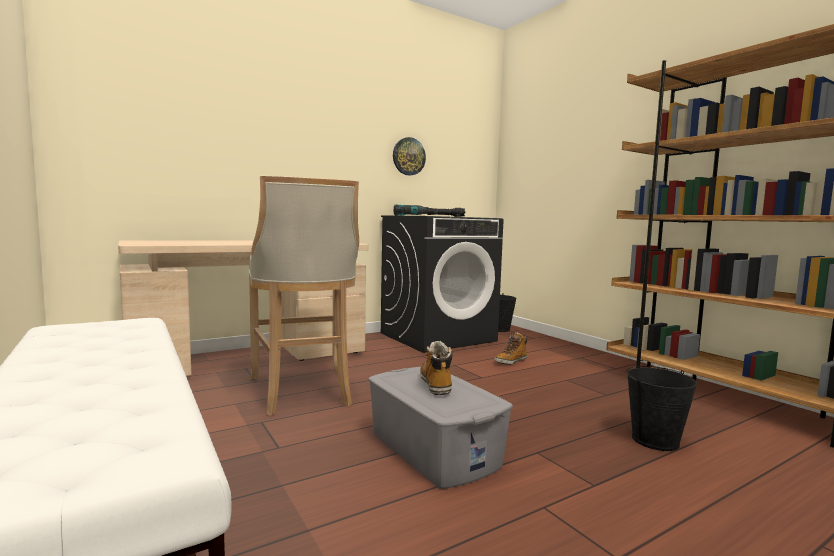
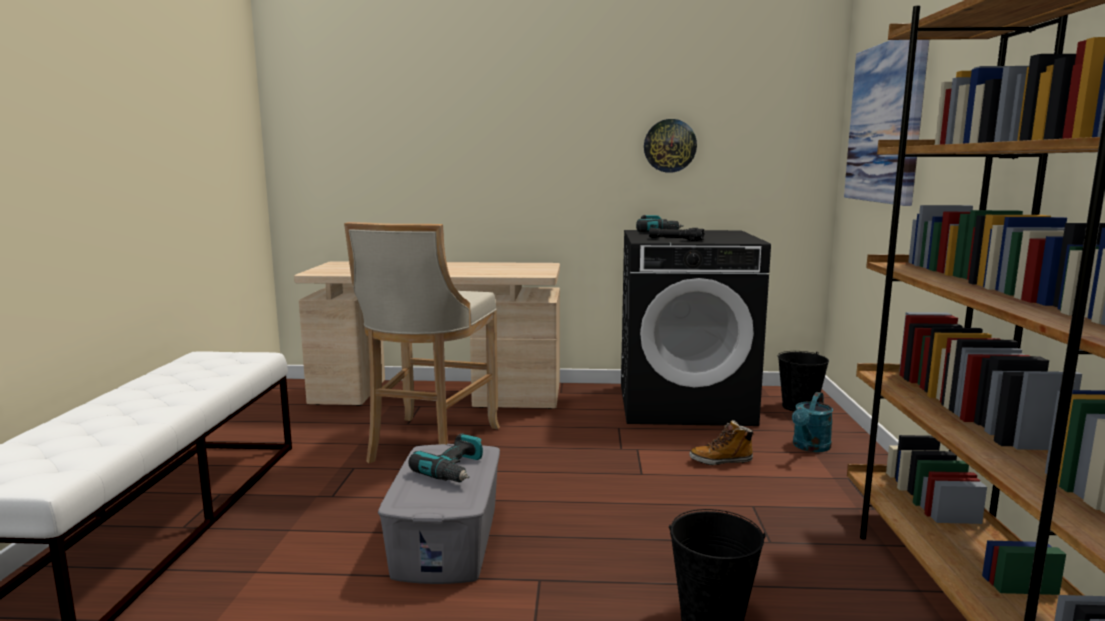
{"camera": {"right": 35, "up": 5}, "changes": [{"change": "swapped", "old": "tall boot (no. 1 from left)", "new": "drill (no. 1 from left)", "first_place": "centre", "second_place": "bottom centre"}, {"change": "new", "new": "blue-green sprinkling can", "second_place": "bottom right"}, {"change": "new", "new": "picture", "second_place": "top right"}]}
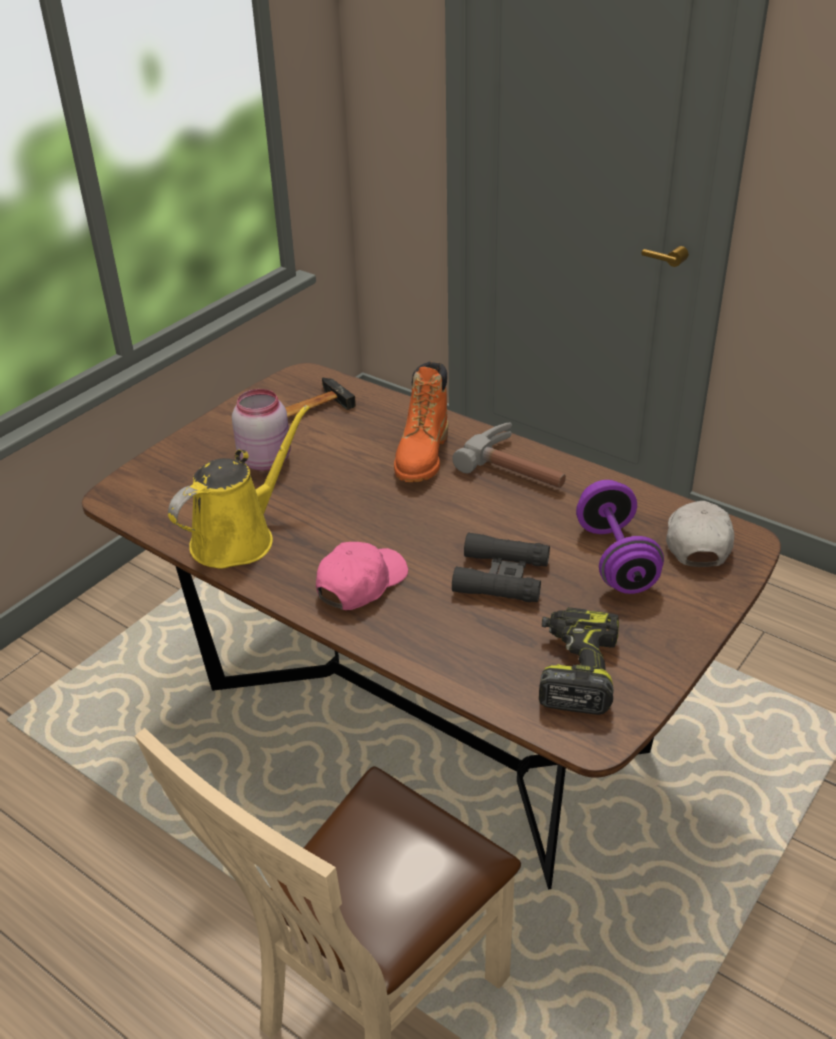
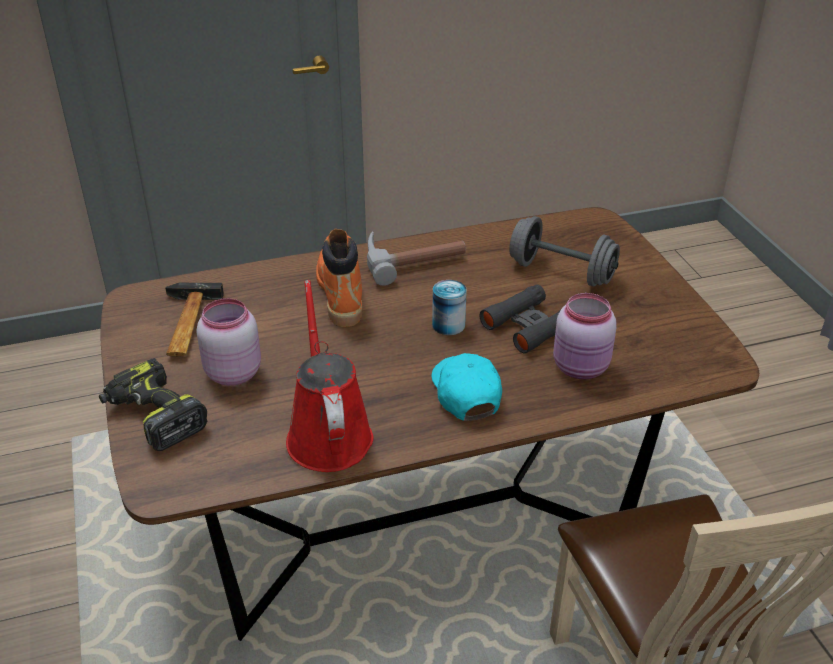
{"camera": {"right": -55, "up": 0}, "changes": [{"change": "repainted", "old": "yellowish sprinkling can", "new": "red-coloured sprinkling can", "first_place": "middle left", "second_place": "centre"}, {"change": "repainted", "old": "pink-coloured baseball cap", "new": "blue-green baseball cap", "first_place": "centre", "second_place": "centre"}, {"change": "rotated", "old": "orange-coloured tall boot", "first_place": "centre", "second_place": "centre", "degrees": -150}, {"change": "shifted", "old": "drill", "first_place": "middle right", "second_place": "middle left"}, {"change": "repainted", "old": "purple-coloured dumbbell", "new": "gray dumbbell", "first_place": "middle right", "second_place": "middle right"}, {"change": "gone", "old": "whitish baseball cap", "first_place": "middle right"}, {"change": "new", "new": "sealed can", "second_place": "centre"}, {"change": "new", "new": "pink-coloured storage jar (no. 2 from left)", "second_place": "middle right"}]}
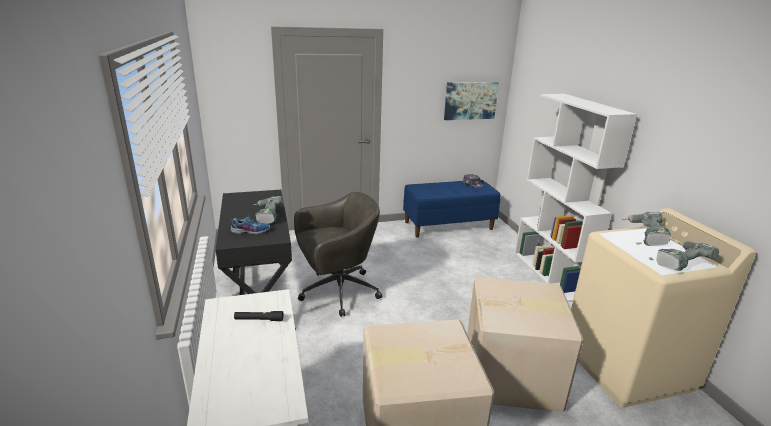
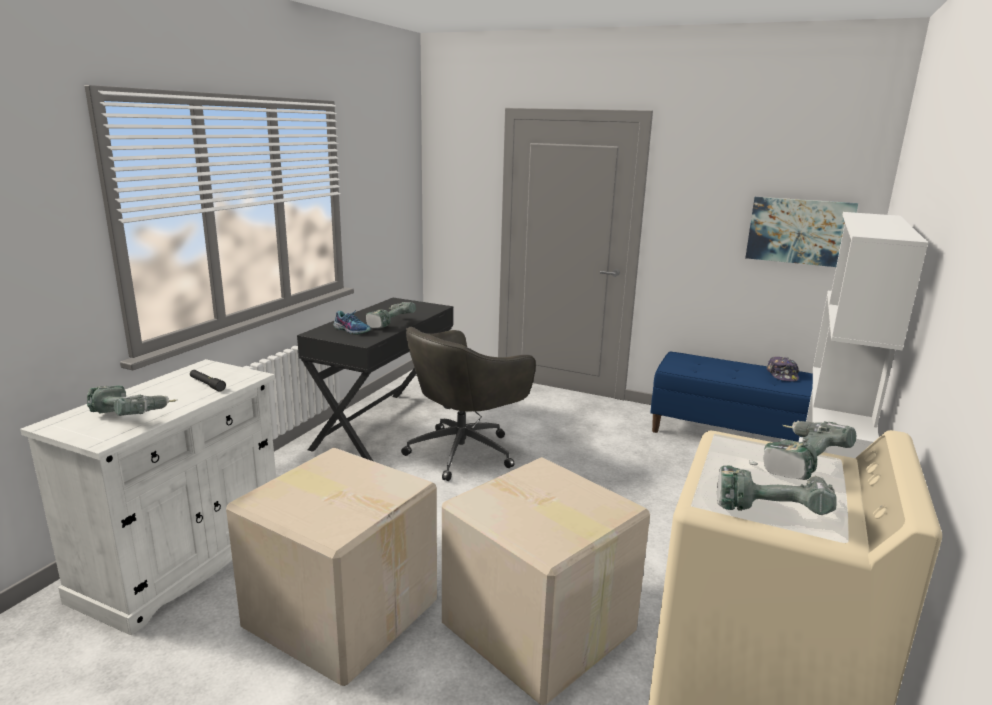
{"camera": {"right": 40, "up": -5}, "changes": [{"change": "rotated", "old": "gray computer chair", "first_place": "centre", "second_place": "centre", "degrees": 120}, {"change": "new", "new": "drill (no. 1 from left)", "second_place": "middle left"}]}
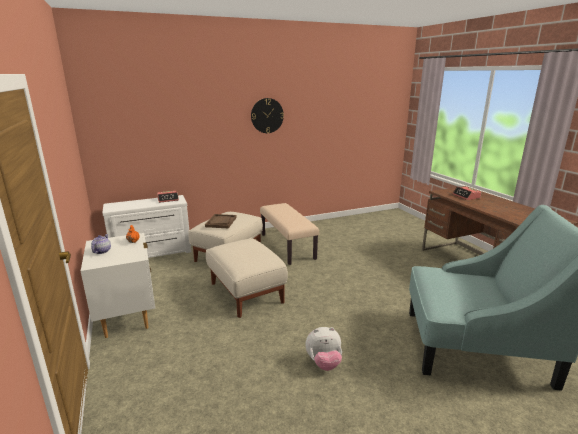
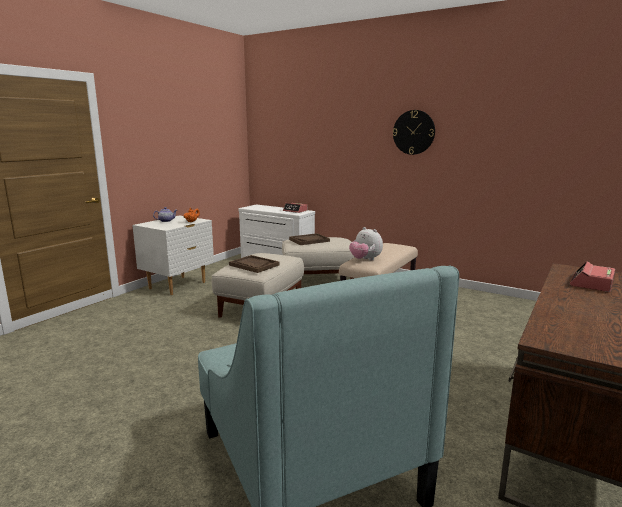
{"camera": {"right": 55, "up": -5}, "changes": [{"change": "shifted", "old": "plush toy", "first_place": "bottom centre", "second_place": "centre"}, {"change": "new", "new": "brown tray (no. 1 from left)", "second_place": "centre"}]}
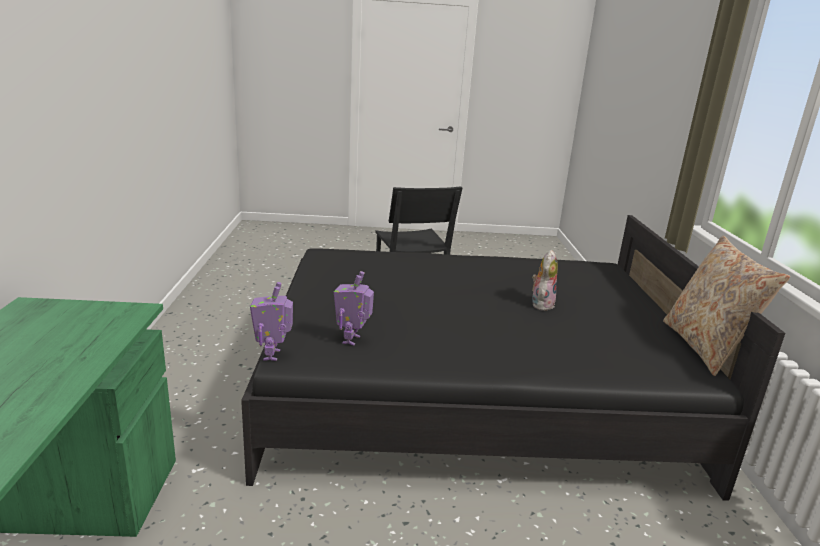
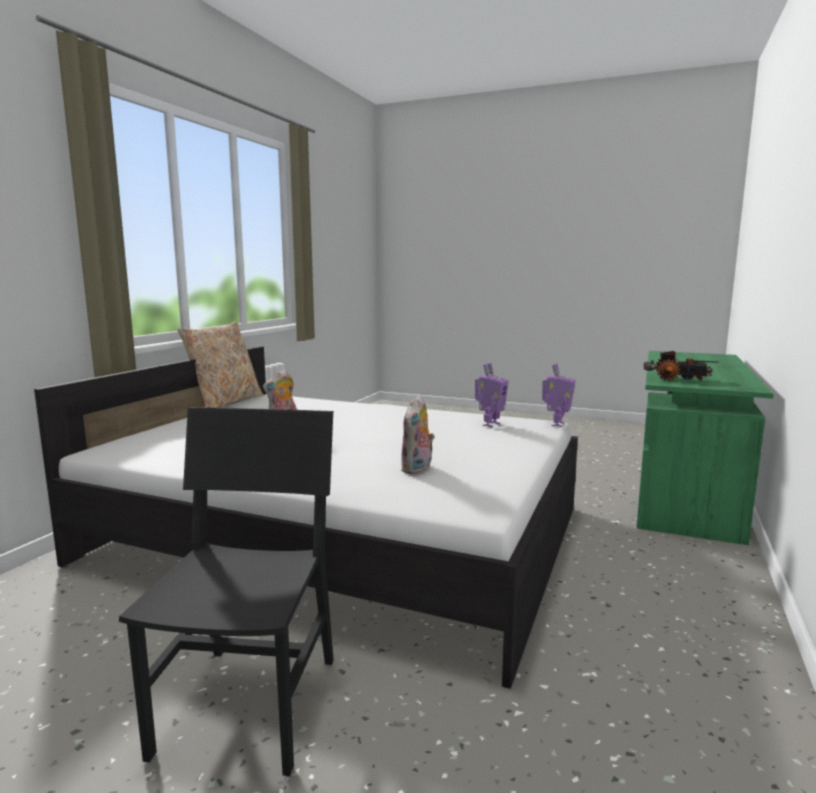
{"camera": {"right": -155, "up": -10}, "changes": [{"change": "repainted", "old": "black bed", "new": "whitish bed", "first_place": "centre", "second_place": "centre"}, {"change": "new", "new": "plush toy (no. 2 from left)", "second_place": "centre"}, {"change": "new", "new": "model truck", "second_place": "middle right"}]}
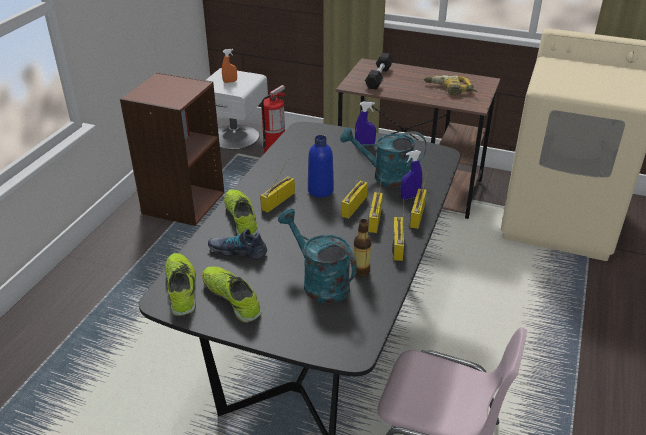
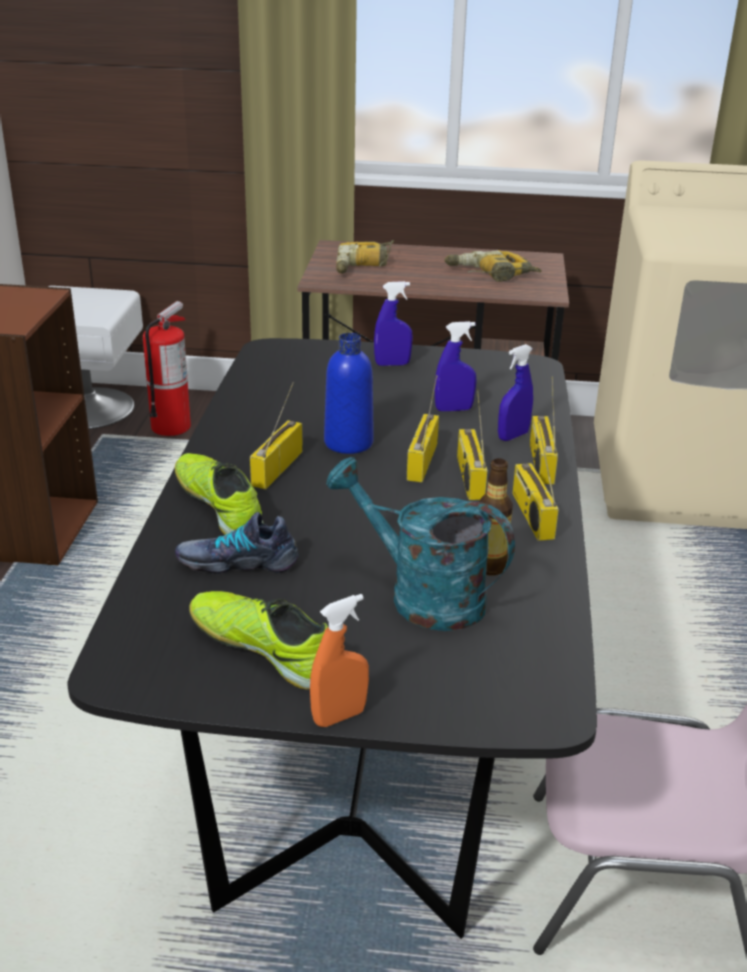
{"camera": {"right": -15, "up": -5}, "changes": [{"change": "gone", "old": "low shoe (no. 1 from left)", "first_place": "middle left"}, {"change": "shifted", "old": "orange-coloured hand sprayer", "first_place": "top centre", "second_place": "bottom centre"}, {"change": "swapped", "old": "blue-green sprinkling can (no. 2 from left)", "new": "blue hand sprayer (no. 2 from left)", "first_place": "centre", "second_place": "centre"}, {"change": "swapped", "old": "black dumbbell", "new": "drill (no. 1 from left)", "first_place": "top centre", "second_place": "top centre"}]}
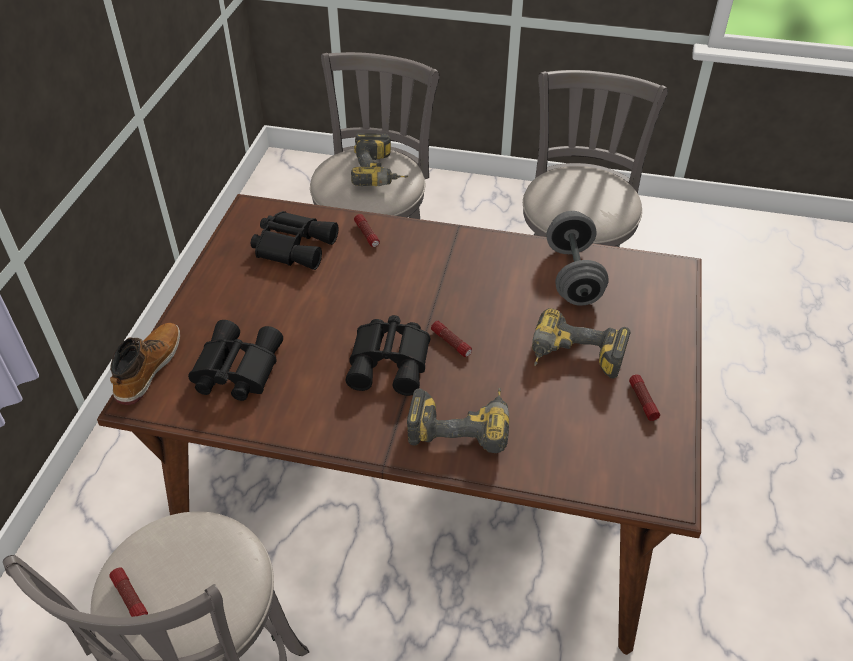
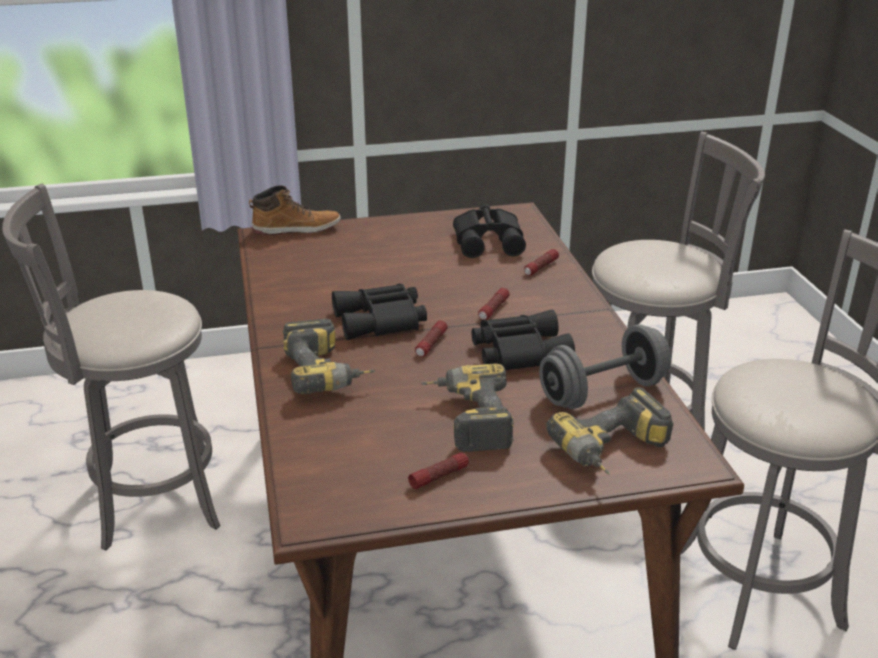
{"camera": {"right": 65, "up": -15}, "changes": [{"change": "shifted", "old": "torch (no. 1 from left in the first image)", "new": "torch (no. 3 from left)", "first_place": "bottom left", "second_place": "centre"}, {"change": "shifted", "old": "black pair of binoculars (no. 1 from left in the first image)", "new": "black pair of binoculars (no. 3 from left)", "first_place": "middle left", "second_place": "centre"}, {"change": "shifted", "old": "drill (no. 1 from left in the first image)", "new": "drill (no. 3 from left)", "first_place": "top centre", "second_place": "middle right"}]}
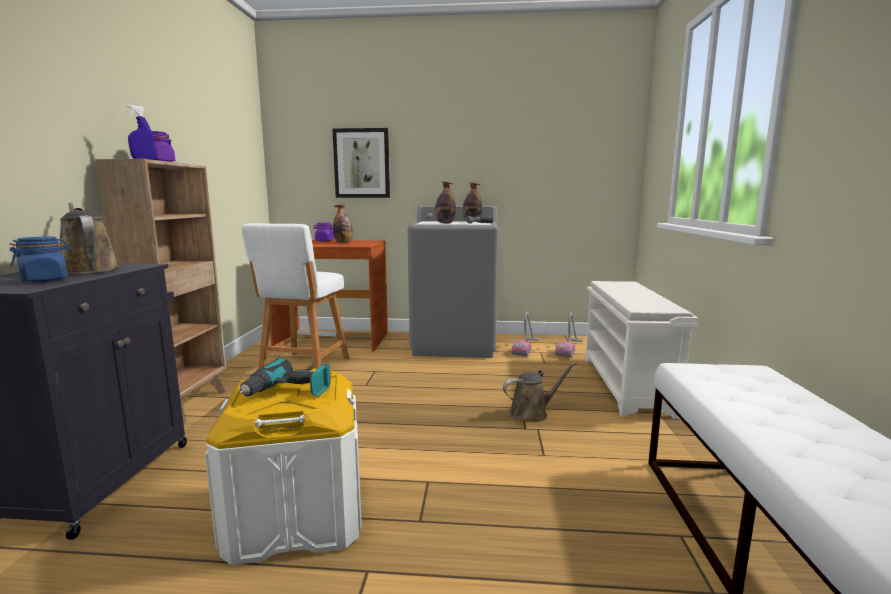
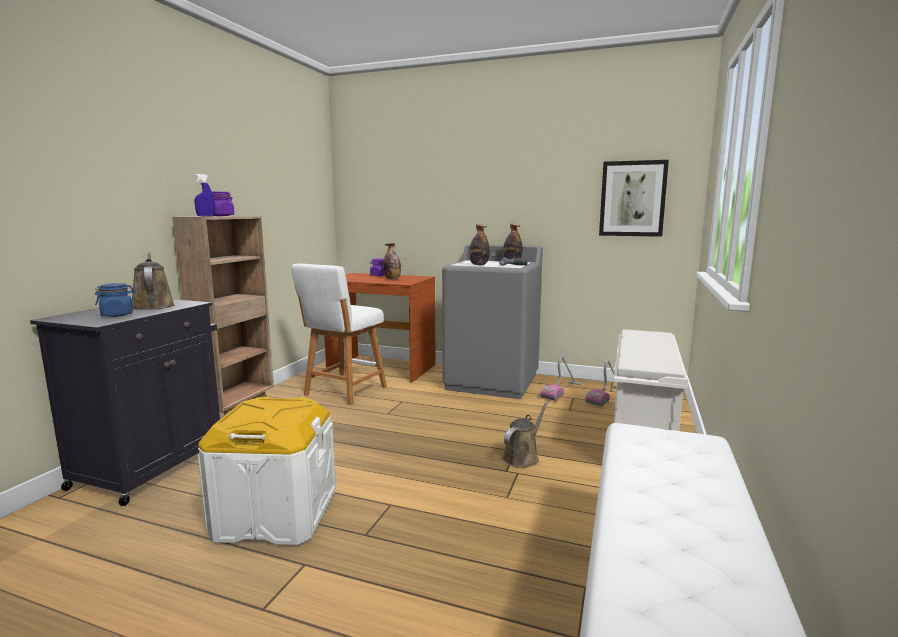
{"camera": {"right": 15, "up": 0}, "changes": [{"change": "gone", "old": "drill (no. 1 from left)", "first_place": "middle left"}, {"change": "shifted", "old": "picture", "first_place": "top centre", "second_place": "top right"}, {"change": "rotated", "old": "brown sprinkling can (no. 2 from left)", "first_place": "centre", "second_place": "bottom centre", "degrees": -45}]}
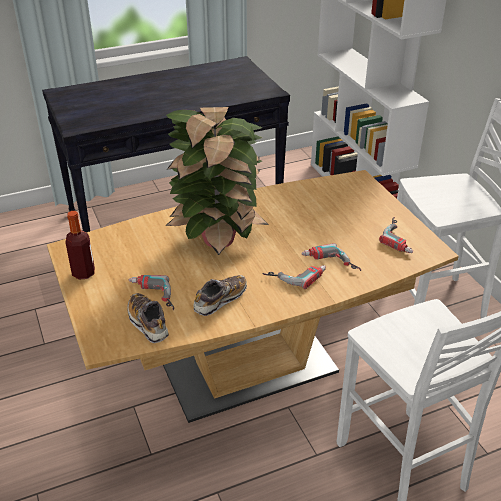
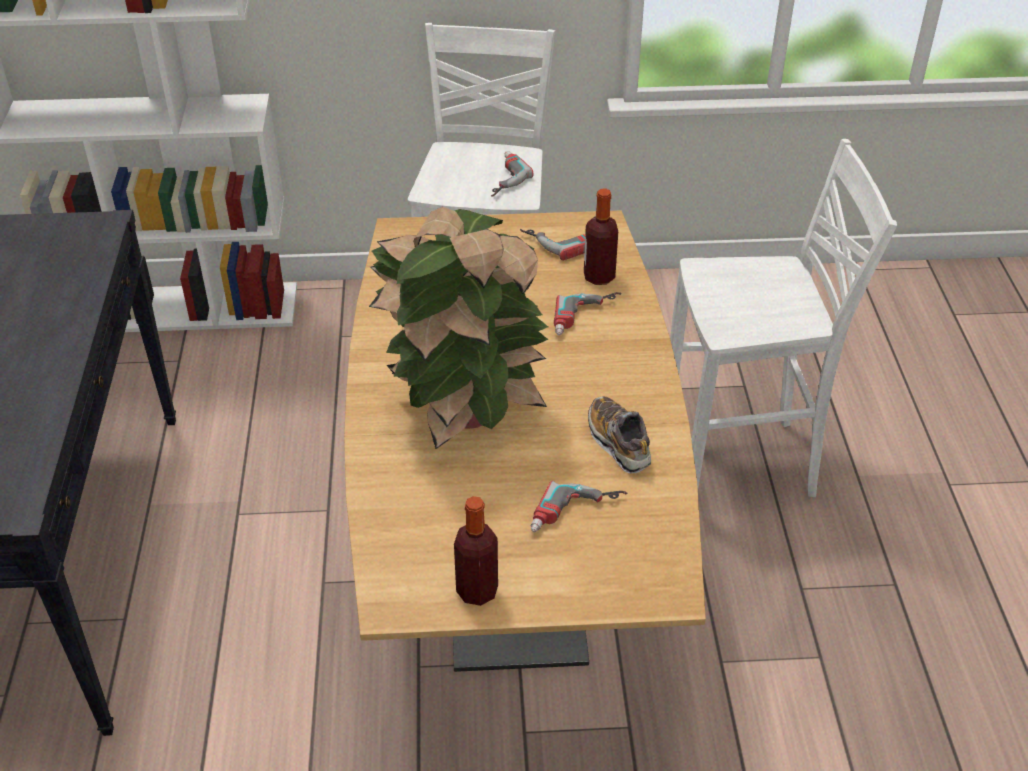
{"camera": {"right": -70, "up": 5}, "changes": [{"change": "gone", "old": "low shoe (no. 1 from left)", "first_place": "middle left"}, {"change": "shifted", "old": "drill (no. 2 from left in the first image)", "new": "drill (no. 1 from left)", "first_place": "centre", "second_place": "top centre"}, {"change": "new", "new": "beverage bottle (no. 2 from left)", "second_place": "top centre"}]}
